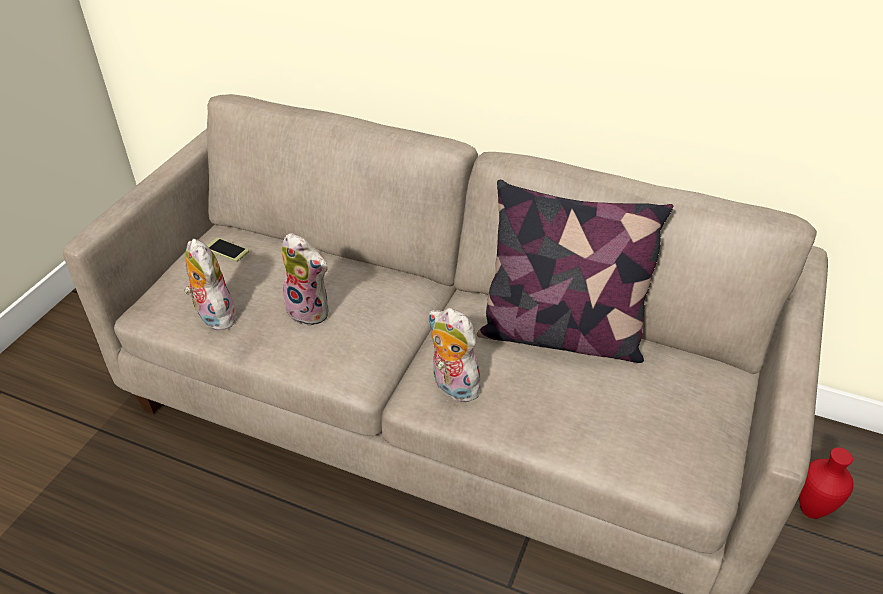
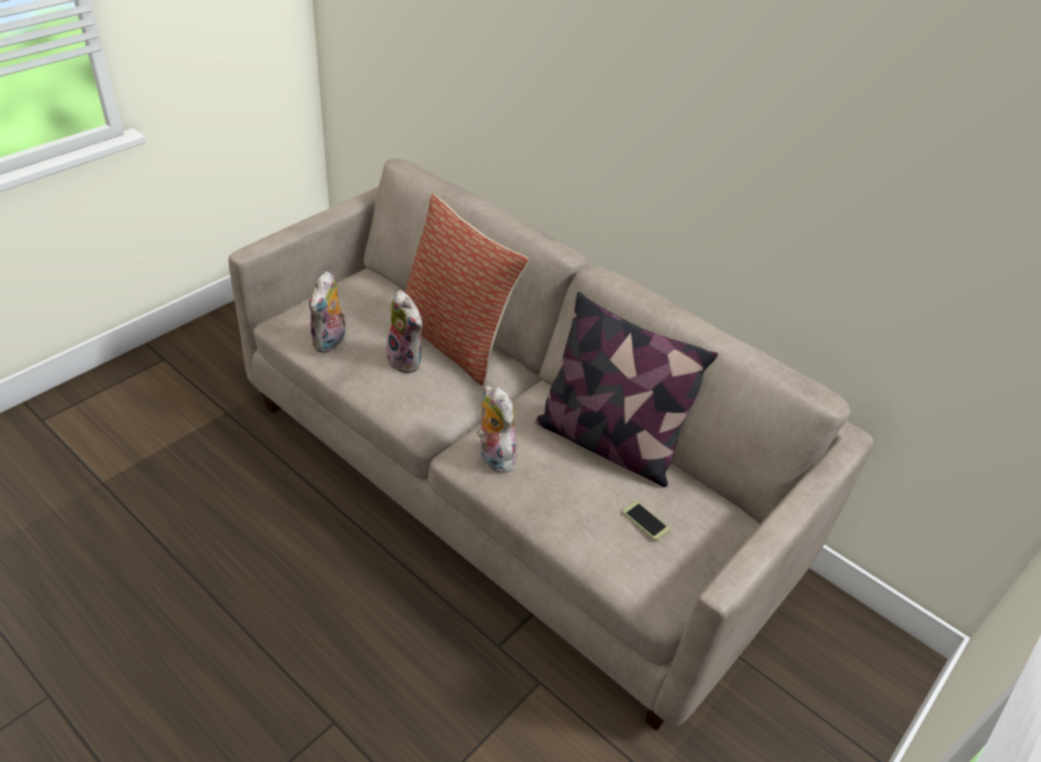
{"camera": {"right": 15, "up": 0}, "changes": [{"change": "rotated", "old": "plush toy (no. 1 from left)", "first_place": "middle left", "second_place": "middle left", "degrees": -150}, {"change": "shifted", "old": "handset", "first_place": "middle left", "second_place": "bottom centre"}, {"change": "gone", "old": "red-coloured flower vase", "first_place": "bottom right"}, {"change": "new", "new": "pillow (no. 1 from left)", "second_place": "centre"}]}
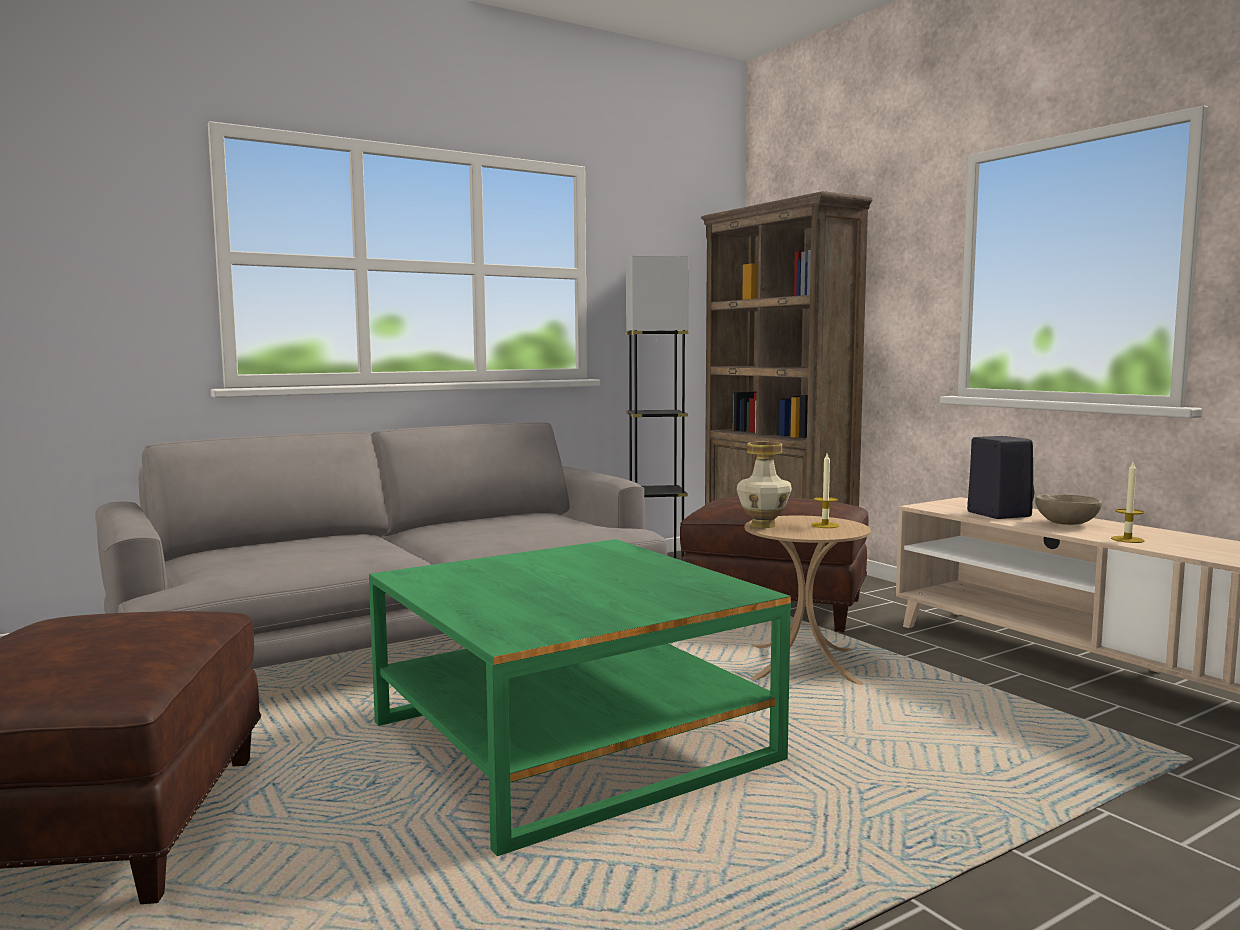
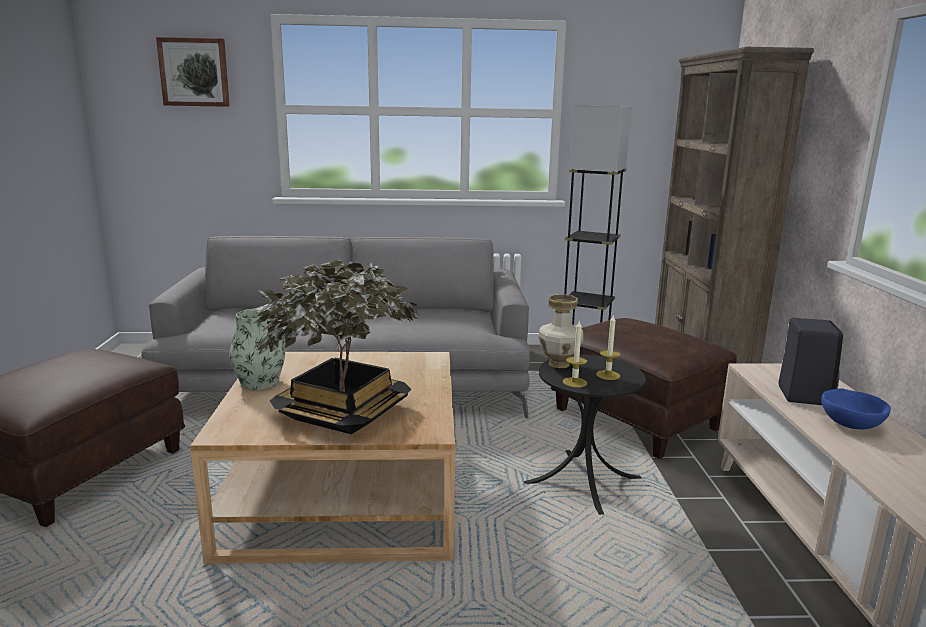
{"camera": {"right": 30, "up": 10}, "changes": [{"change": "repainted", "old": "green-coloured coffee table", "new": "sand-coloured coffee table", "first_place": "bottom centre", "second_place": "bottom centre"}, {"change": "repainted", "old": "sand-coloured side table", "new": "black side table", "first_place": "centre", "second_place": "bottom centre"}, {"change": "repainted", "old": "sand-coloured bowl", "new": "blue bowl", "first_place": "middle right", "second_place": "middle right"}, {"change": "shifted", "old": "wax light (no. 2 from left in the first image)", "new": "wax light (no. 1 from left)", "first_place": "middle right", "second_place": "centre"}, {"change": "new", "new": "picture", "second_place": "top left"}, {"change": "new", "new": "flower vase (no. 1 from left)", "second_place": "middle left"}, {"change": "new", "new": "potted plant", "second_place": "centre"}]}
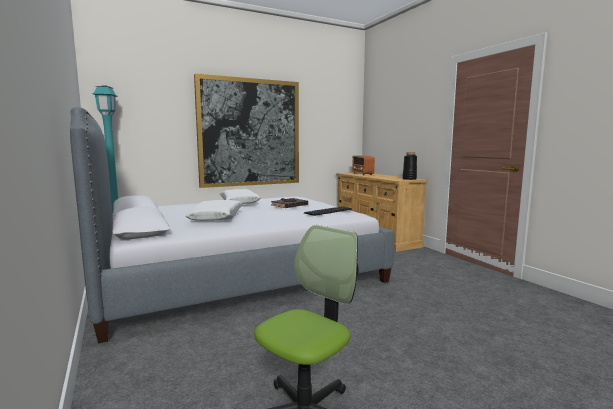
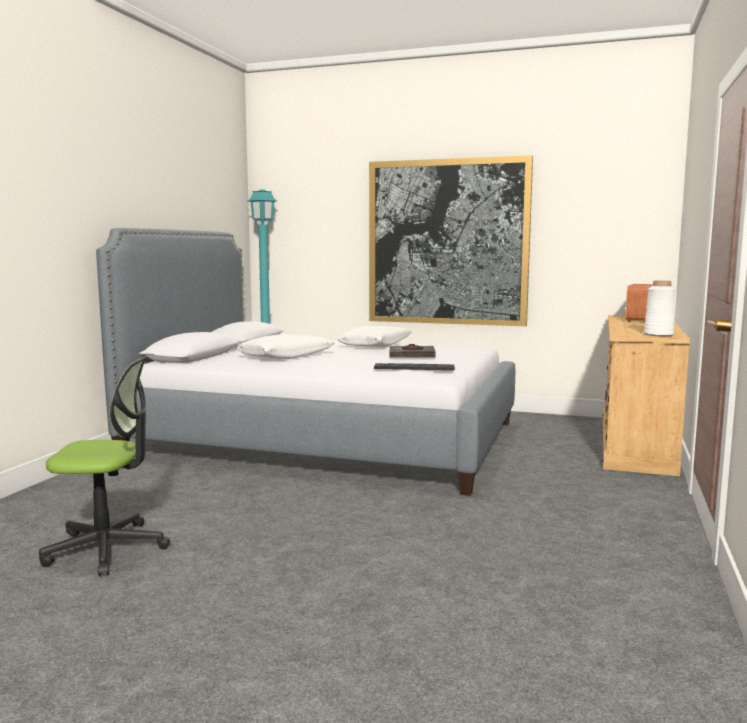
{"camera": {"right": 45, "up": 0}, "changes": [{"change": "repainted", "old": "black flower vase", "new": "whitish flower vase", "first_place": "middle right", "second_place": "middle right"}]}
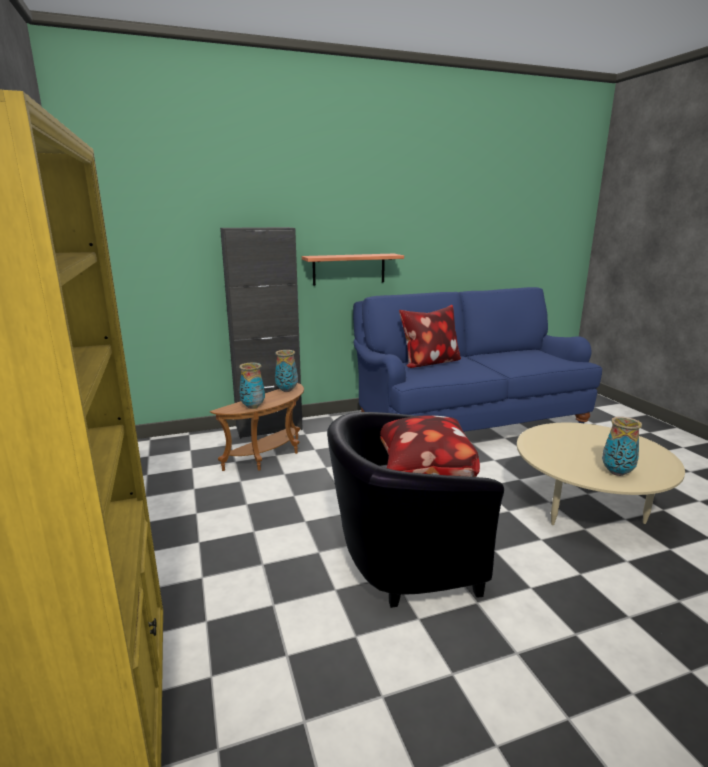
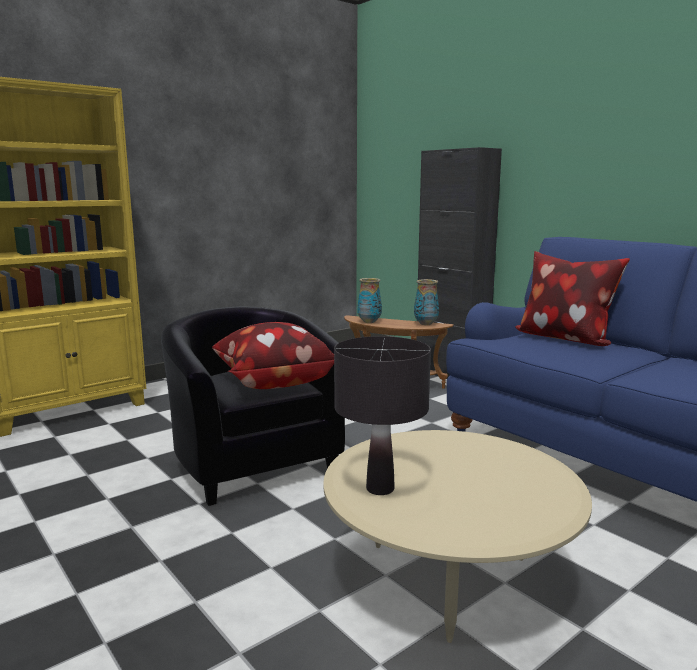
{"camera": {"right": 70, "up": -5}, "changes": [{"change": "gone", "old": "shelf", "first_place": "centre"}, {"change": "swapped", "old": "flower vase (no. 3 from left)", "new": "black lamp for a table", "first_place": "middle right", "second_place": "centre"}]}
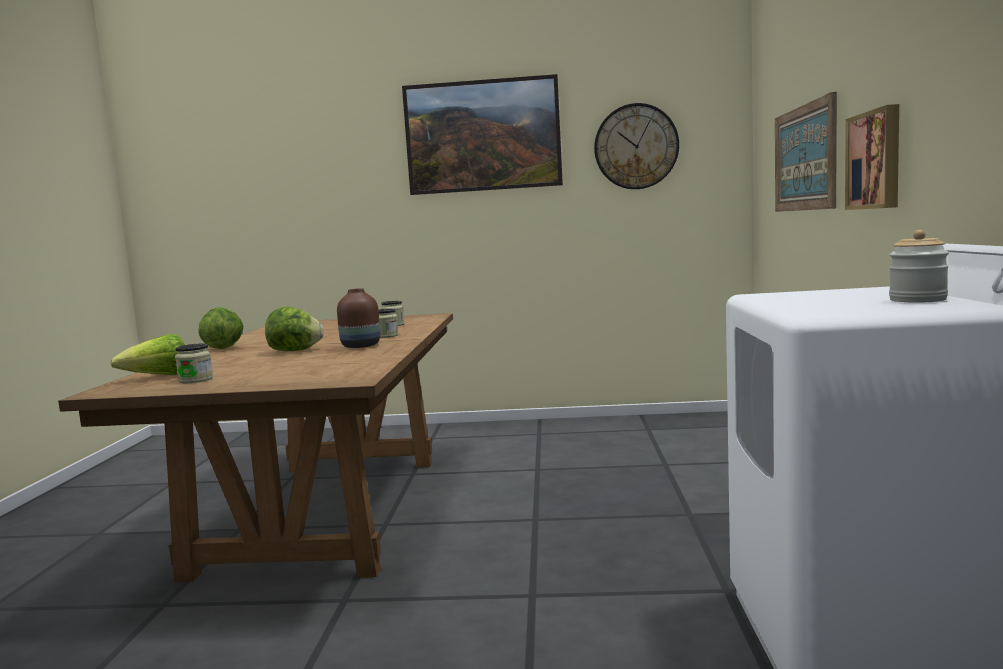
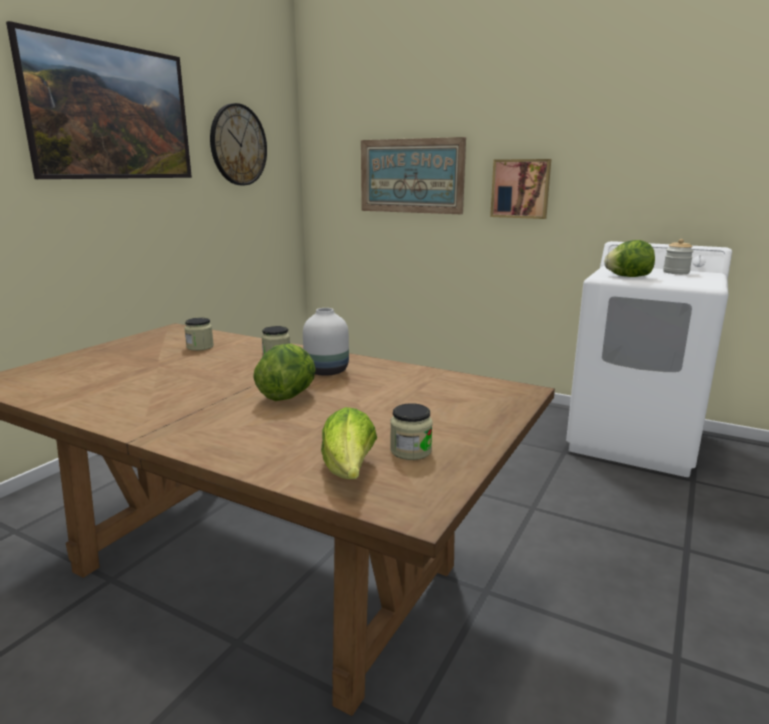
{"camera": {"right": -65, "up": 10}, "changes": [{"change": "shifted", "old": "head of lettuce (no. 2 from left in the first image)", "new": "head of lettuce (no. 3 from left)", "first_place": "middle left", "second_place": "middle right"}, {"change": "repainted", "old": "brown flower vase", "new": "whitish flower vase", "first_place": "centre", "second_place": "centre"}]}
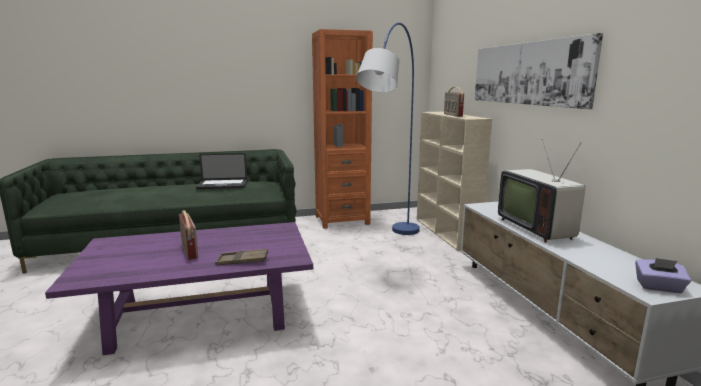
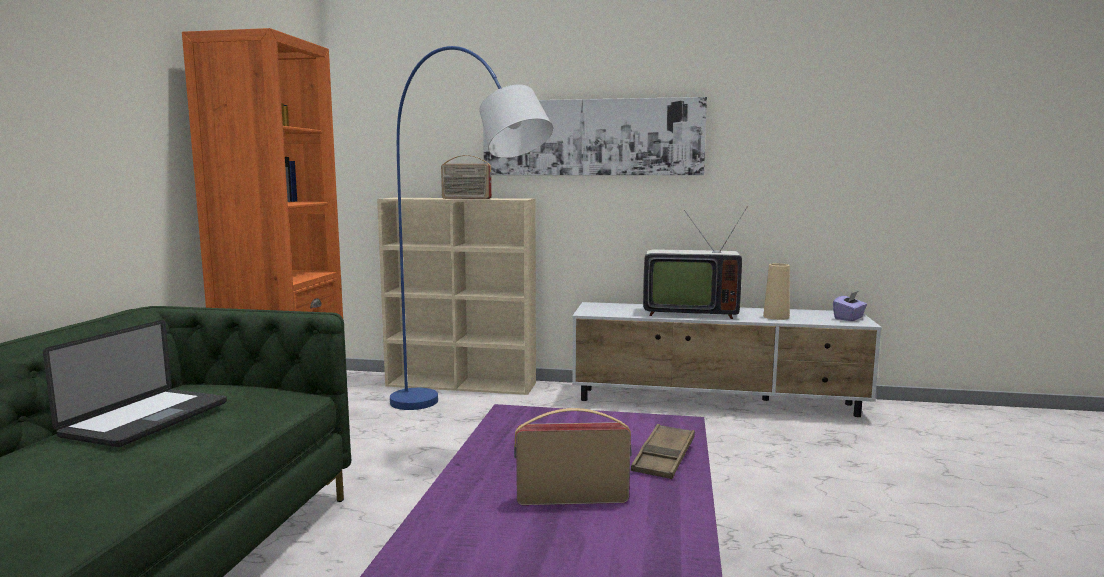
{"camera": {"right": -65, "up": -5}, "changes": [{"change": "new", "new": "sand-coloured flower vase", "second_place": "middle right"}]}
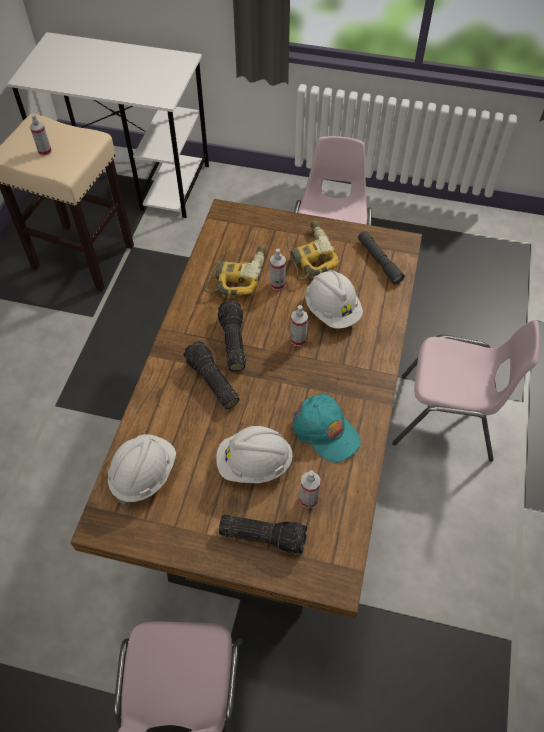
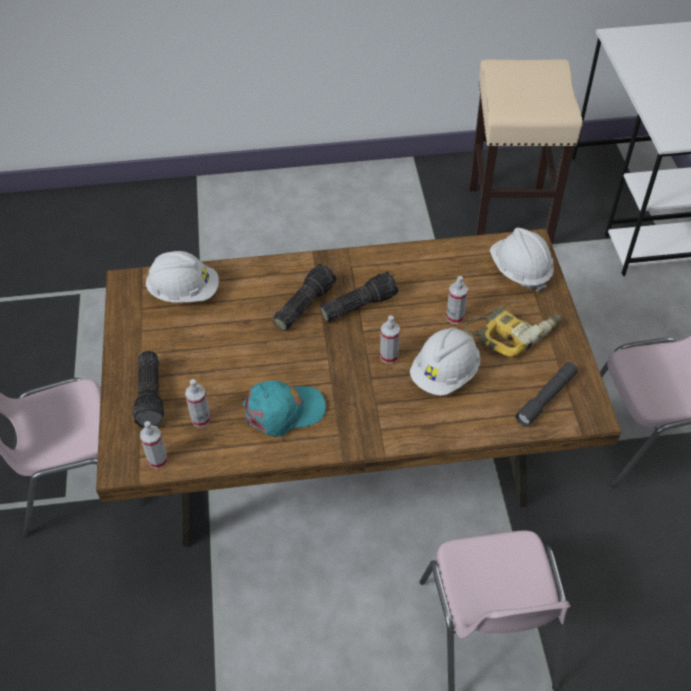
{"camera": {"right": 70, "up": -5}, "changes": [{"change": "shifted", "old": "hand sprayer (no. 1 from left)", "first_place": "top left", "second_place": "middle left"}, {"change": "gone", "old": "drill (no. 1 from left)", "first_place": "centre"}, {"change": "shifted", "old": "whitish hard hat (no. 2 from left in the first image)", "new": "whitish hard hat (no. 3 from left)", "first_place": "centre", "second_place": "middle right"}, {"change": "rotated", "old": "blue-green baseball cap", "first_place": "centre", "second_place": "centre", "degrees": -135}]}
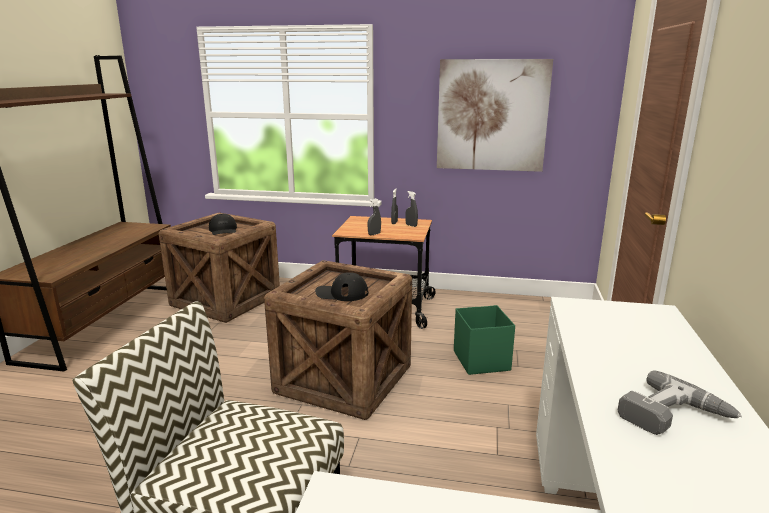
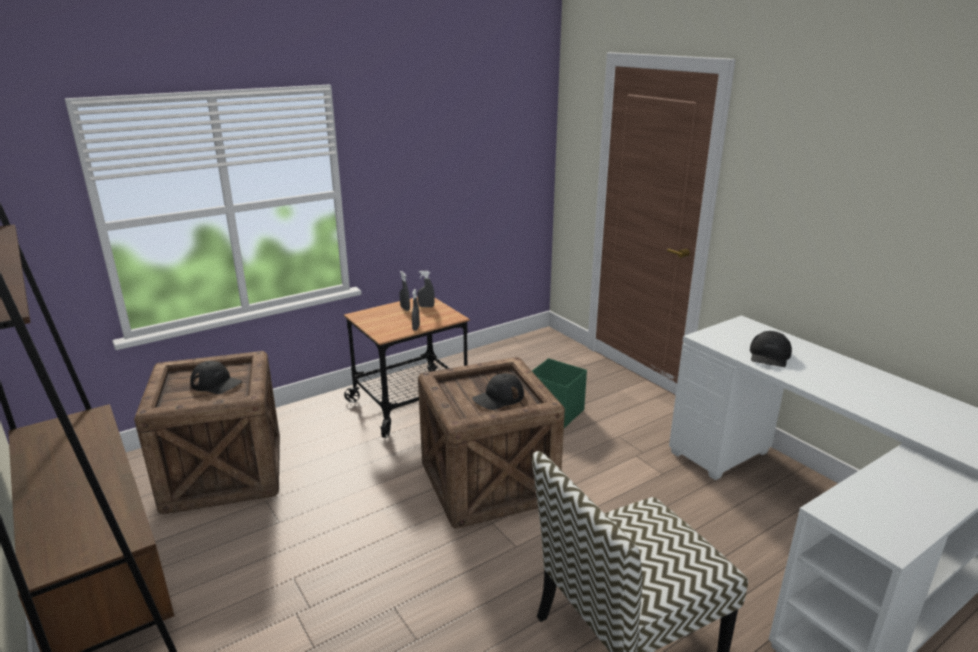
{"camera": {"right": -45, "up": 5}, "changes": [{"change": "gone", "old": "picture", "first_place": "top centre"}, {"change": "gone", "old": "drill", "first_place": "bottom right"}, {"change": "new", "new": "black baseball cap (no. 3 from left)", "second_place": "middle right"}]}
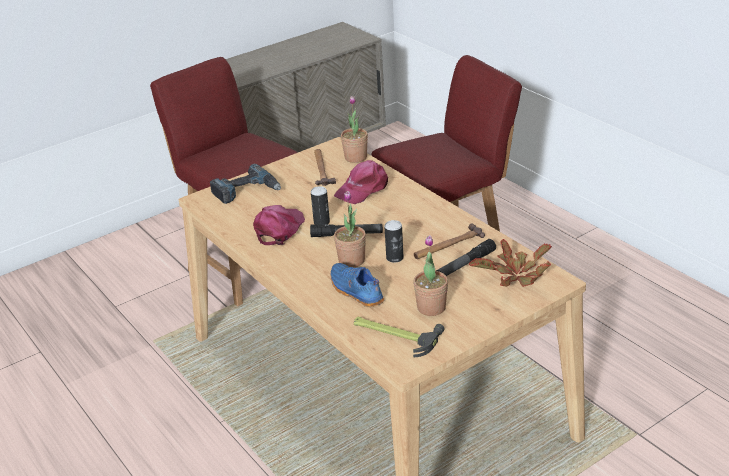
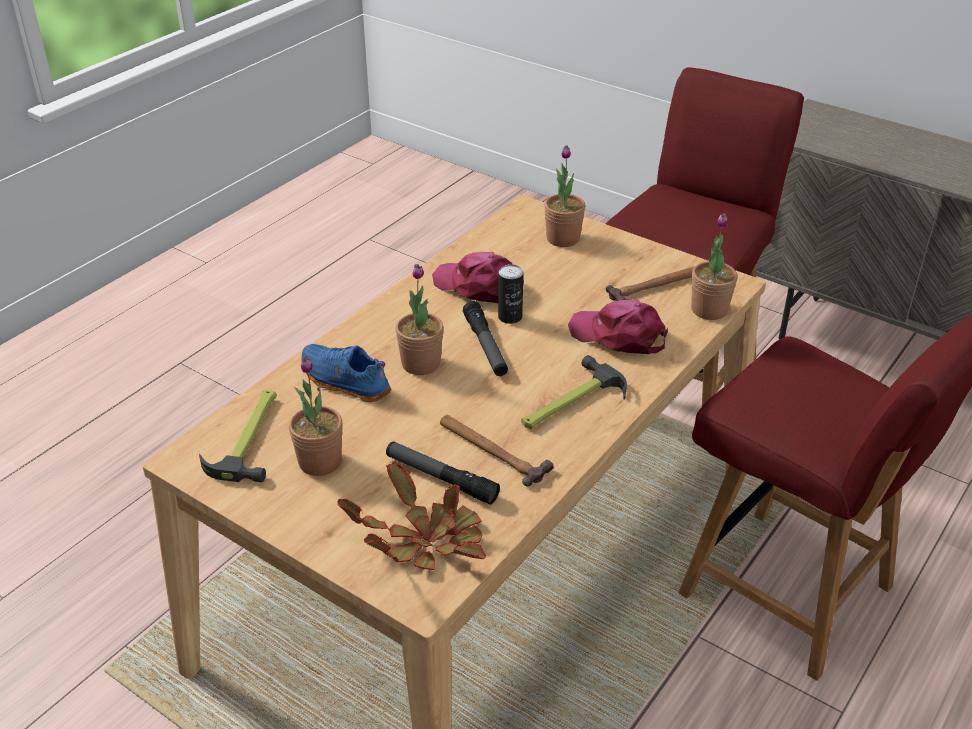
{"camera": {"right": 70, "up": 5}, "changes": [{"change": "swapped", "old": "drill", "new": "potted plant (no. 4 from left)", "first_place": "centre", "second_place": "top centre"}, {"change": "rotated", "old": "pink-coloured baseball cap (no. 1 from left)", "first_place": "centre", "second_place": "centre", "degrees": -150}, {"change": "rotated", "old": "blue low shoe", "first_place": "centre", "second_place": "centre", "degrees": -90}, {"change": "gone", "old": "sealed can (no. 2 from left)", "first_place": "centre"}, {"change": "new", "new": "tool hammer (no. 3 from left)", "second_place": "centre"}]}
